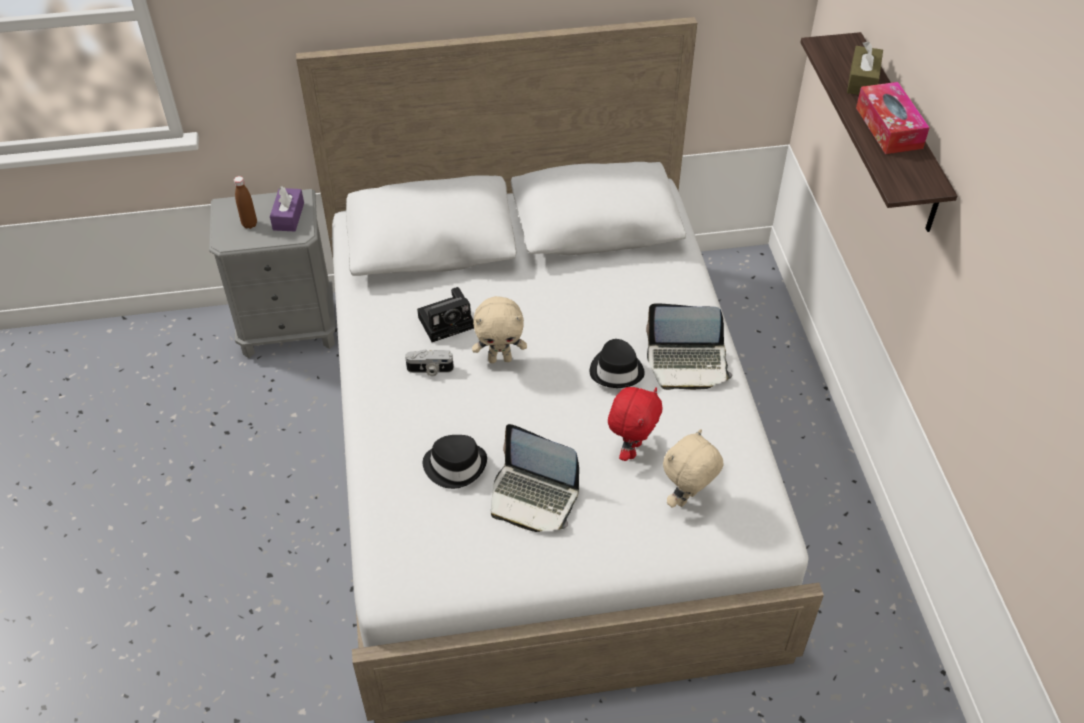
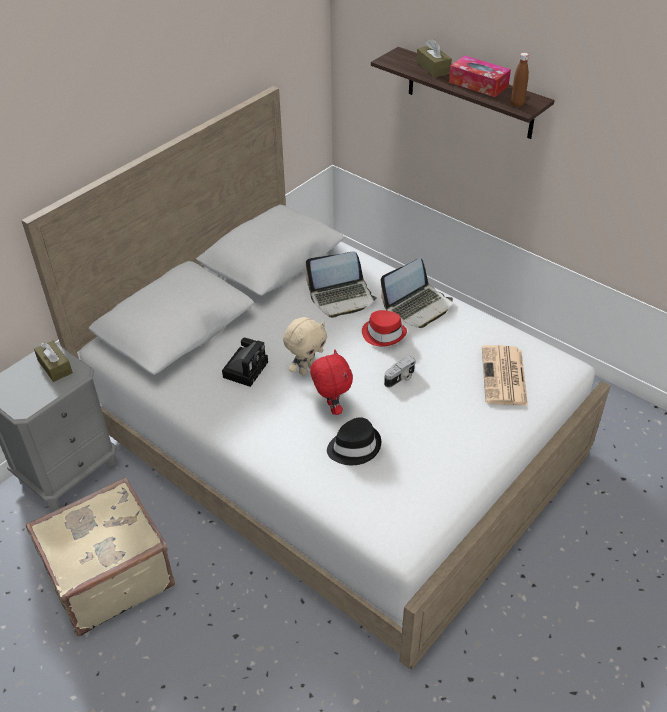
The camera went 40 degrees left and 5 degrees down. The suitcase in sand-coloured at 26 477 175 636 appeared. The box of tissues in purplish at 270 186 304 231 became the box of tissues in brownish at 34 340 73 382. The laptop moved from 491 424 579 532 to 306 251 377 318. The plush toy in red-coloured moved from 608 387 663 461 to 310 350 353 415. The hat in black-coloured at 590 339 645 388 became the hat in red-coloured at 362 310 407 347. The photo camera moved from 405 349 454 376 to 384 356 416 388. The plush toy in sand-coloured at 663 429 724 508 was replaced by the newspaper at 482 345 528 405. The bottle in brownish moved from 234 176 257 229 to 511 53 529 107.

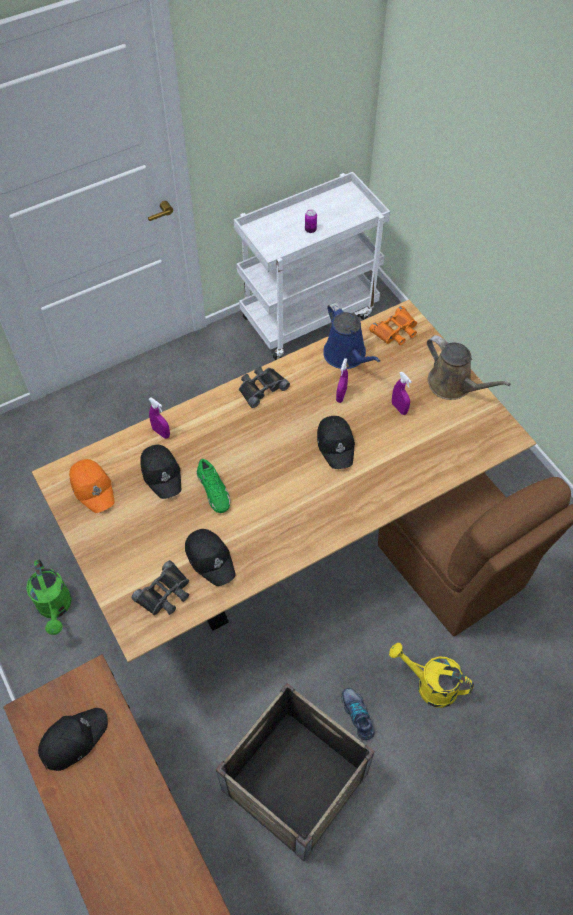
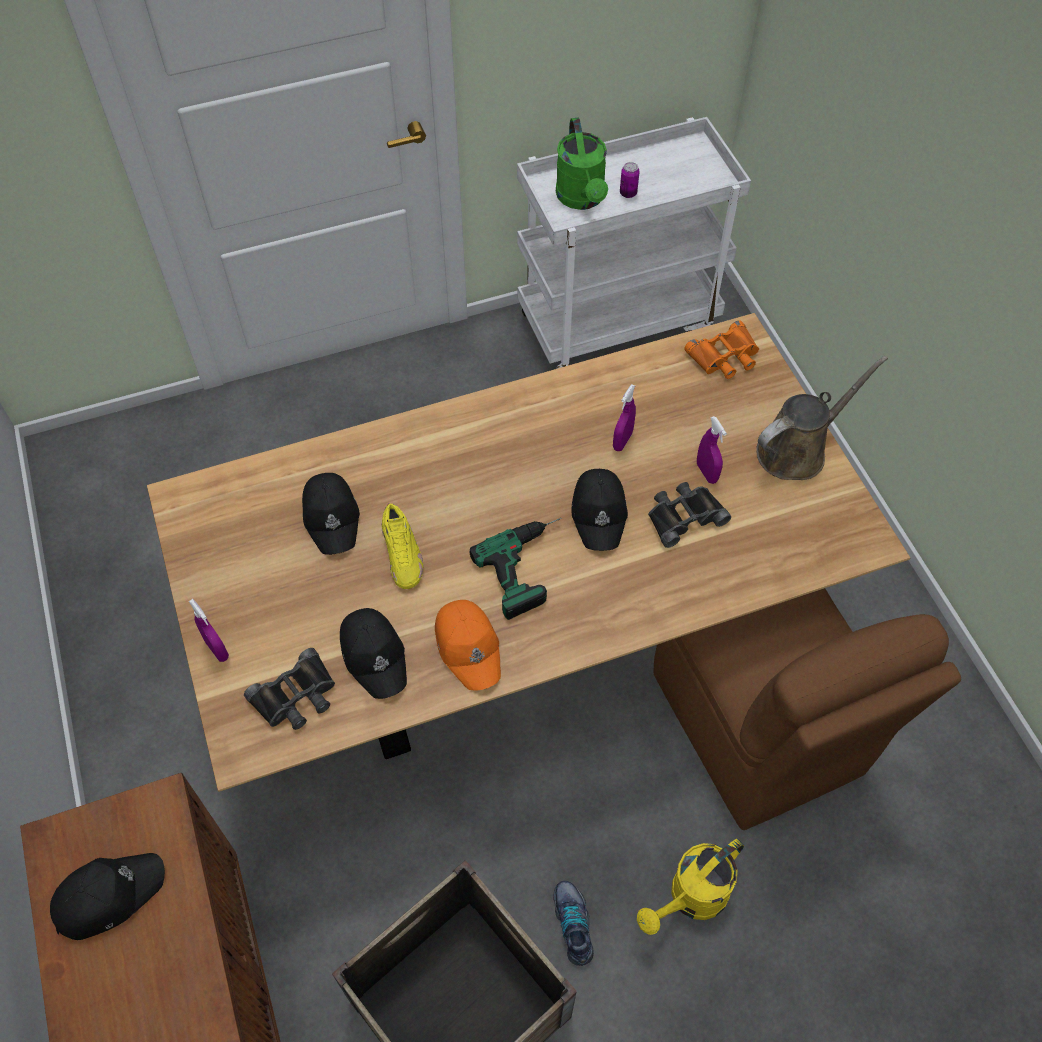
The camera went 10 degrees right and 0 degrees up. The hand sprayer in purplish moved from 149 397 170 439 to 189 599 229 662. The item of footwear in greenish at 196 459 230 513 became the item of footwear in yellowish at 381 503 423 589. The peaked cap in orange-coloured moved from 69 459 115 513 to 435 600 501 690. The drill at 470 518 561 620 appeared. The sprinkling can in greenish moved from 26 559 72 635 to 556 118 608 210. The sprinkling can in yellowish at 389 643 474 708 turned 75 degrees counterclockwise. The field glasses in black-coloured moved from 239 367 290 408 to 648 482 731 548. The sprinkling can in brownish at 427 335 511 400 turned 90 degrees counterclockwise. The sprinkling can in bluish at 323 303 381 369 disappeared.

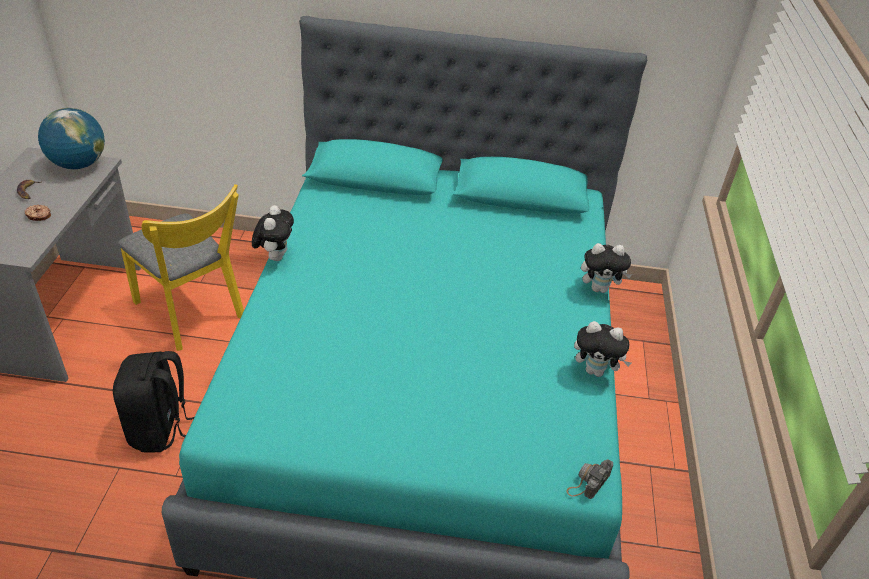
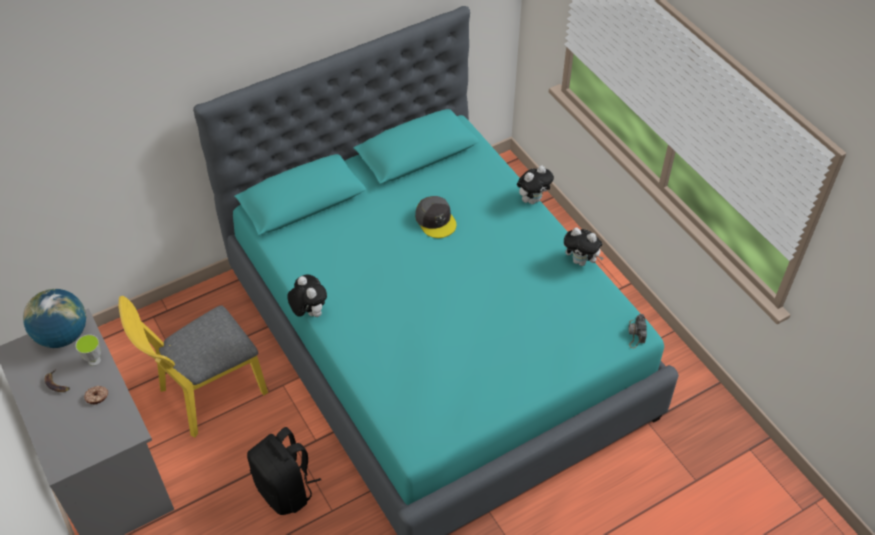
The camera went 35 degrees left and 10 degrees up. The drinking cup at 75 334 101 366 appeared. The plain chair in yellowish at 118 184 244 351 turned 135 degrees clockwise. The peaked cap in grey at 415 196 456 238 appeared. The plush toy at 574 321 632 377 turned 45 degrees clockwise.

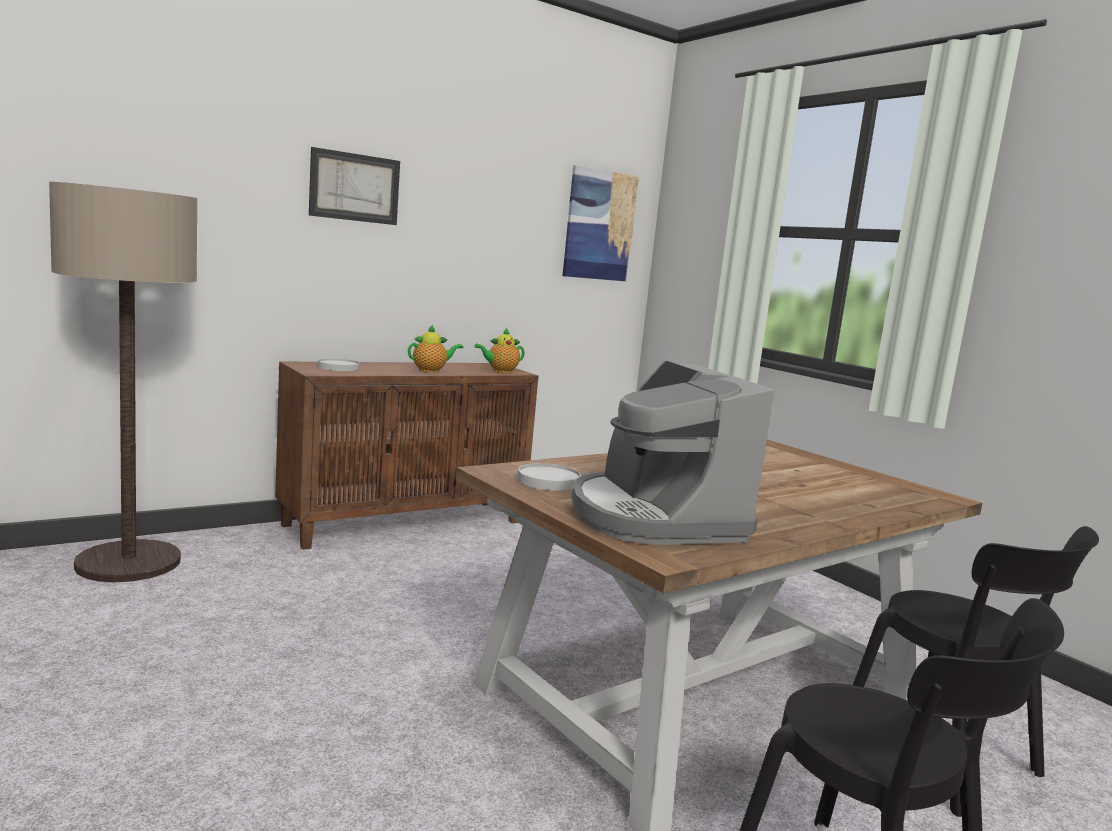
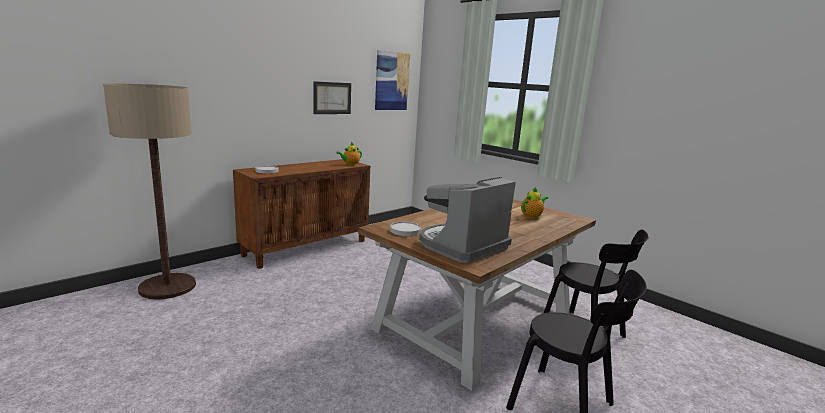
The camera went 10 degrees left and 5 degrees up. The wall picture moved from 309 147 400 225 to 314 81 351 114. The coffee maker at 572 361 774 545 turned 75 degrees clockwise. The tea pot moved from 408 324 463 373 to 521 187 548 219.

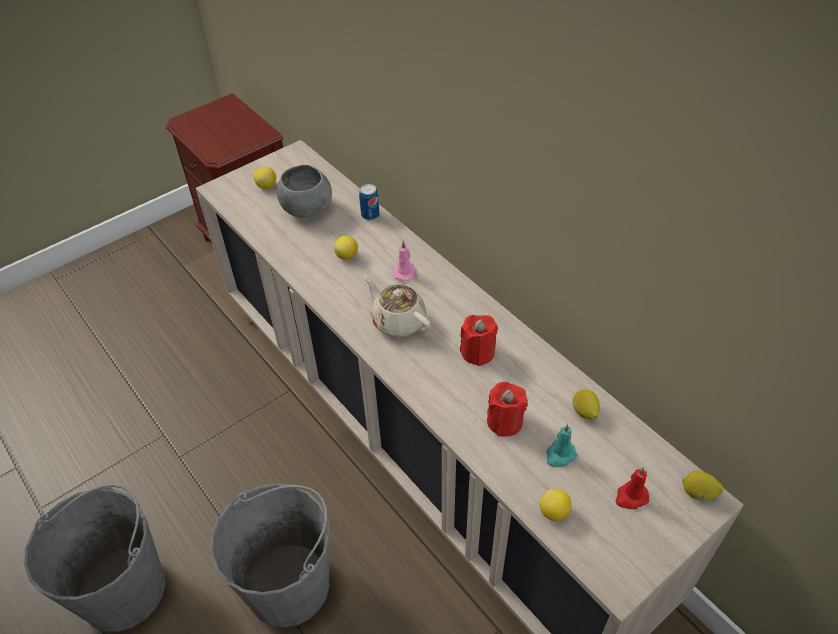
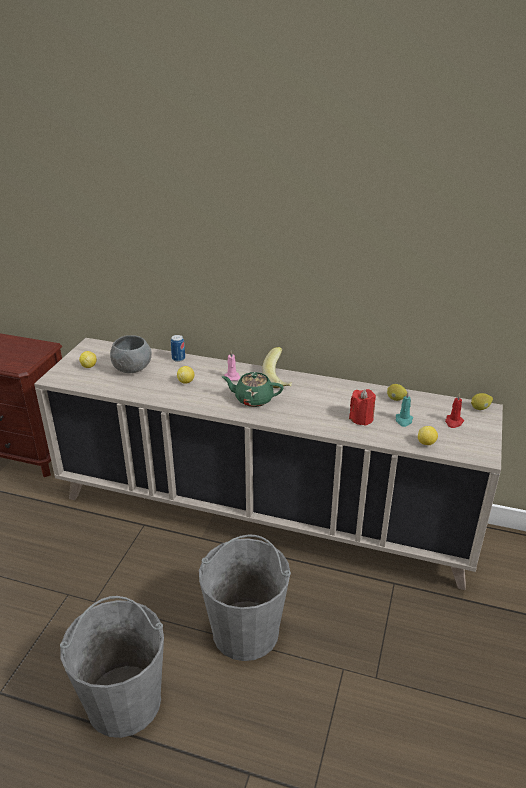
The camera went 35 degrees left and 15 degrees down. The tea pot in sand-coloured at 364 275 431 337 became the tea pot in greenish at 222 372 283 407. The banana fruit at 262 347 292 388 appeared. The wax candle in red-coloured at 460 315 498 366 disappeared.

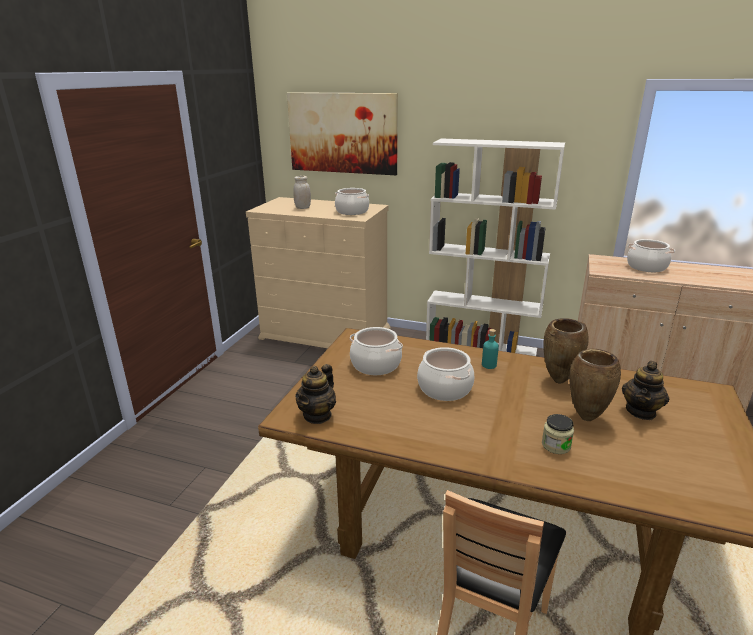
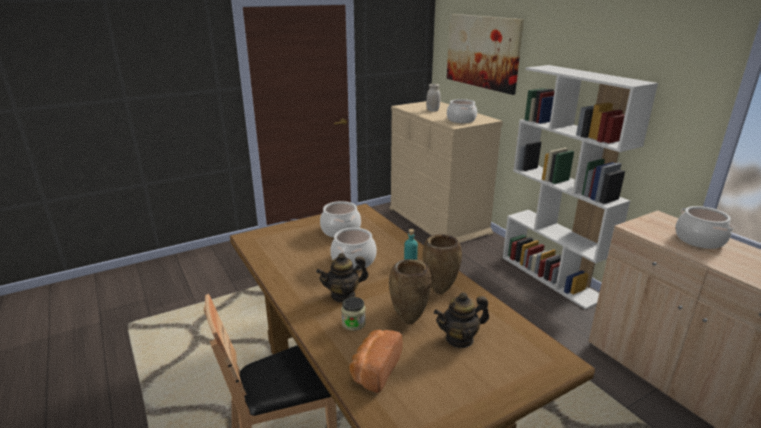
The camera went 40 degrees right and 0 degrees up. The tea pot moved from 295 364 336 424 to 316 253 368 302. The baked bread at 349 330 403 393 appeared.

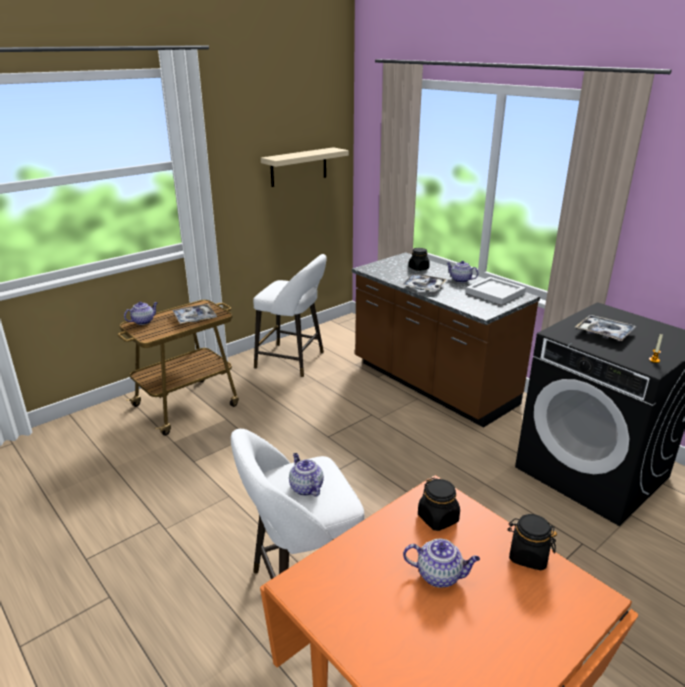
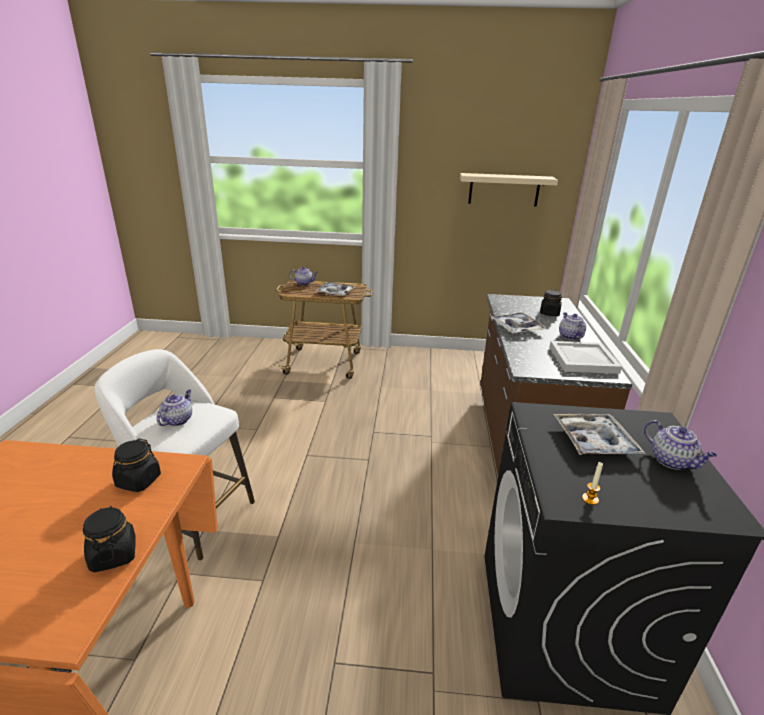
The camera went 45 degrees right and 0 degrees up. The tea pot moved from 403 539 480 588 to 644 420 717 470. The stool seat in whitish at 253 254 326 377 disappeared.

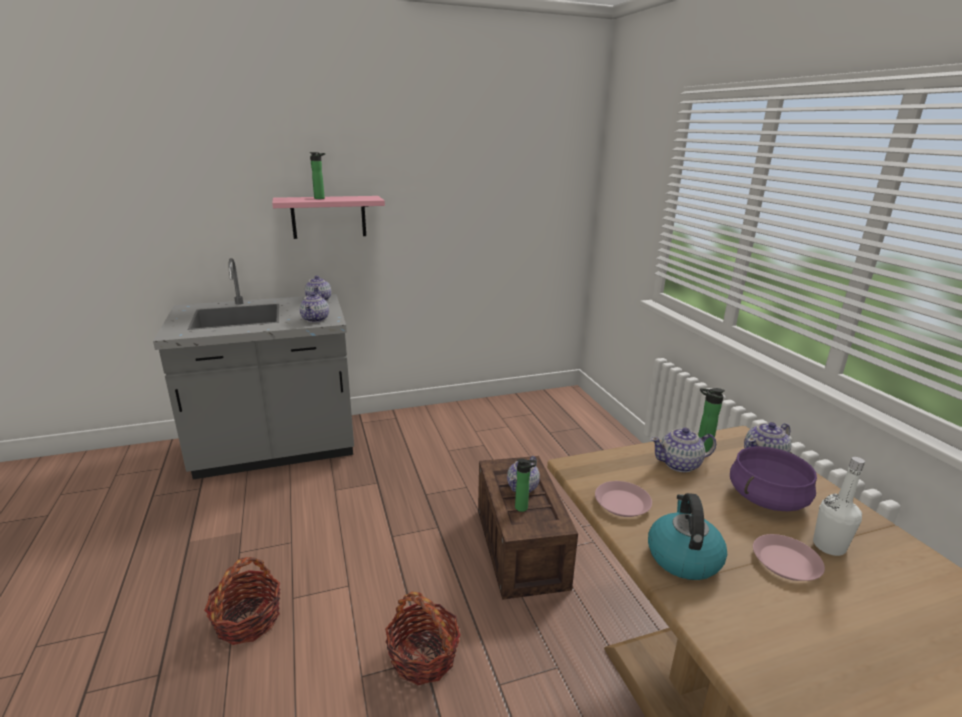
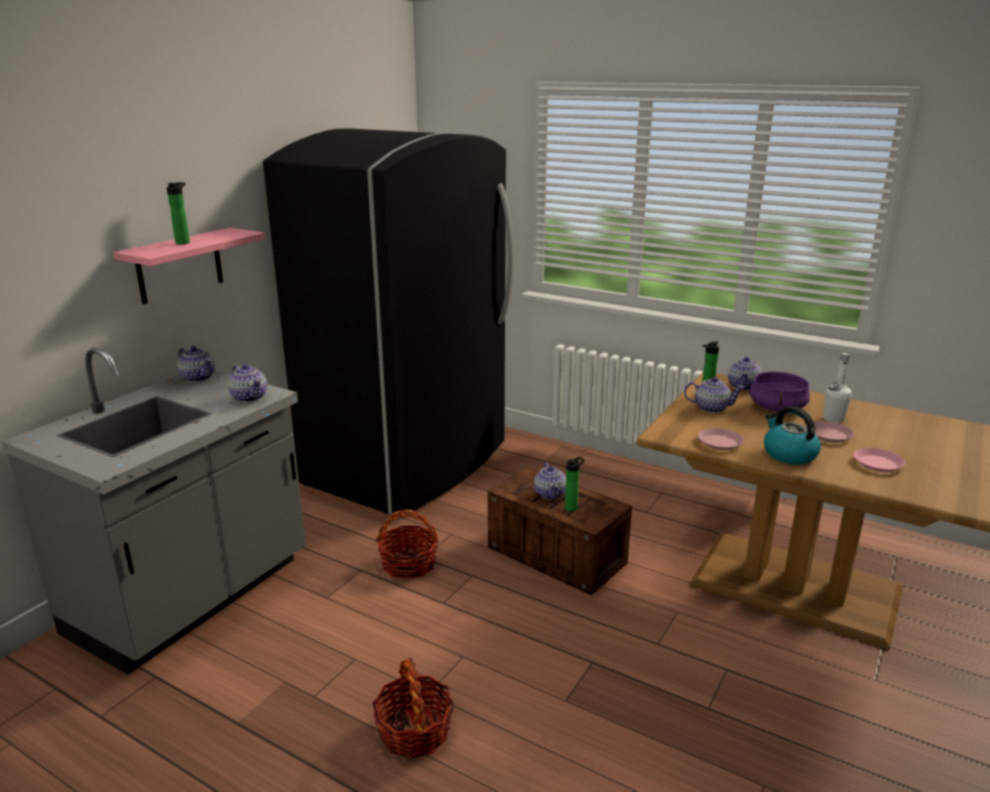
The camera went 40 degrees left and 0 degrees up. The refrigerator in black-coloured at 263 128 514 515 appeared. The household basket moved from 385 592 461 685 to 376 510 439 580. The tea pot at 650 428 716 472 turned 120 degrees counterclockwise. The plate in pink at 853 448 905 472 appeared.

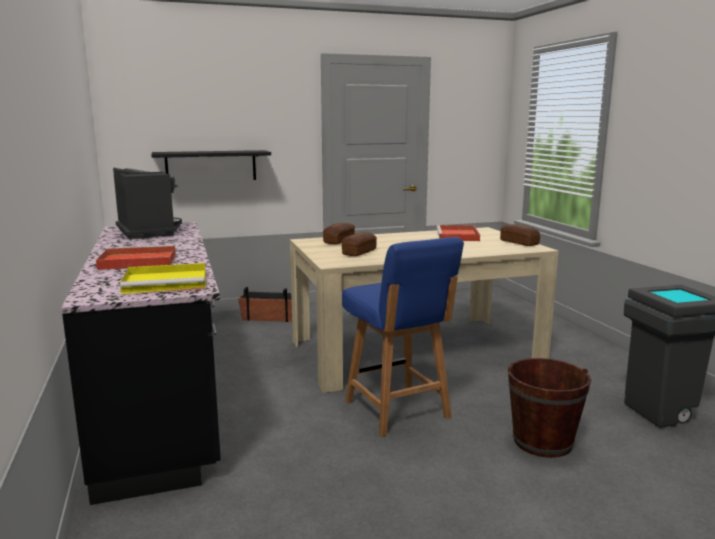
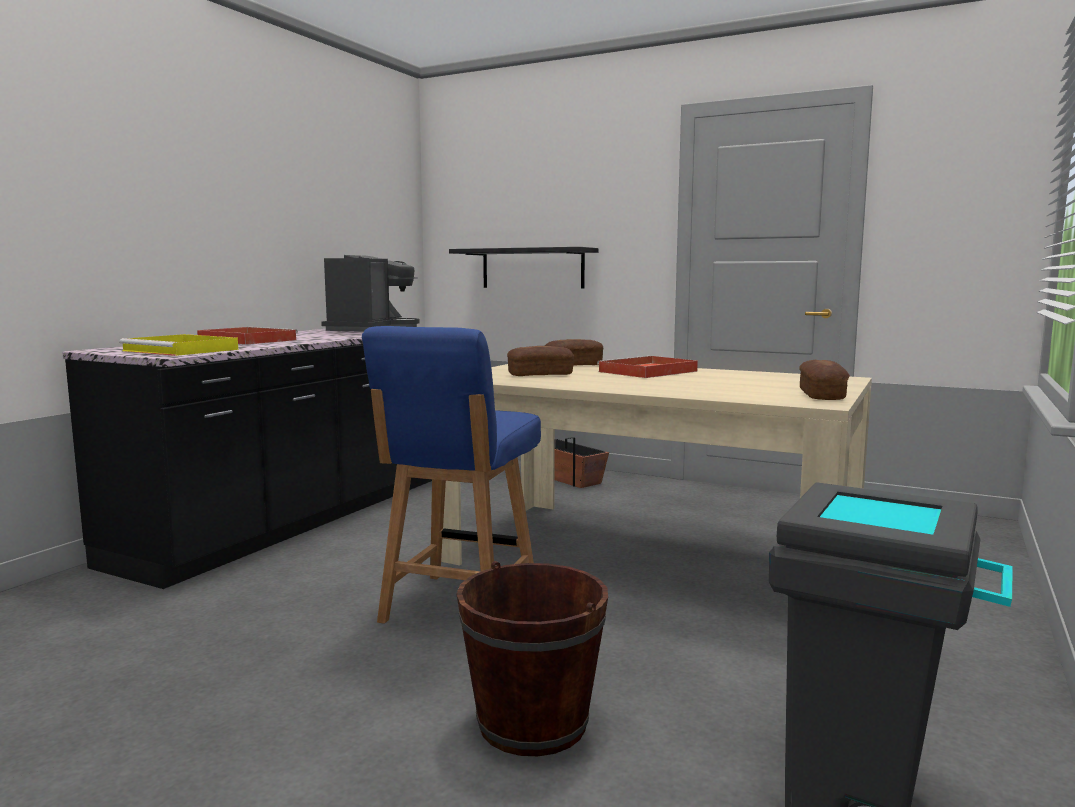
The camera went 45 degrees right and 5 degrees down. The tray in red-coloured moved from 437 225 480 241 to 597 356 698 378.

